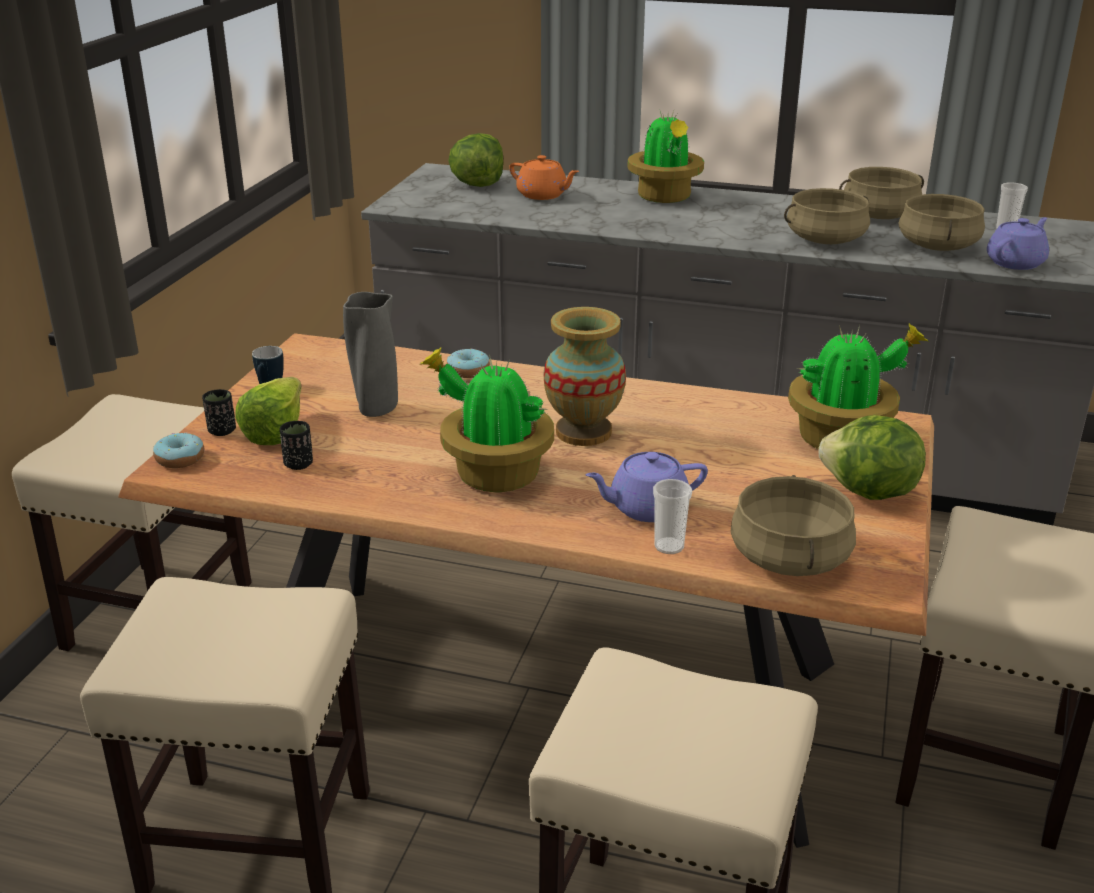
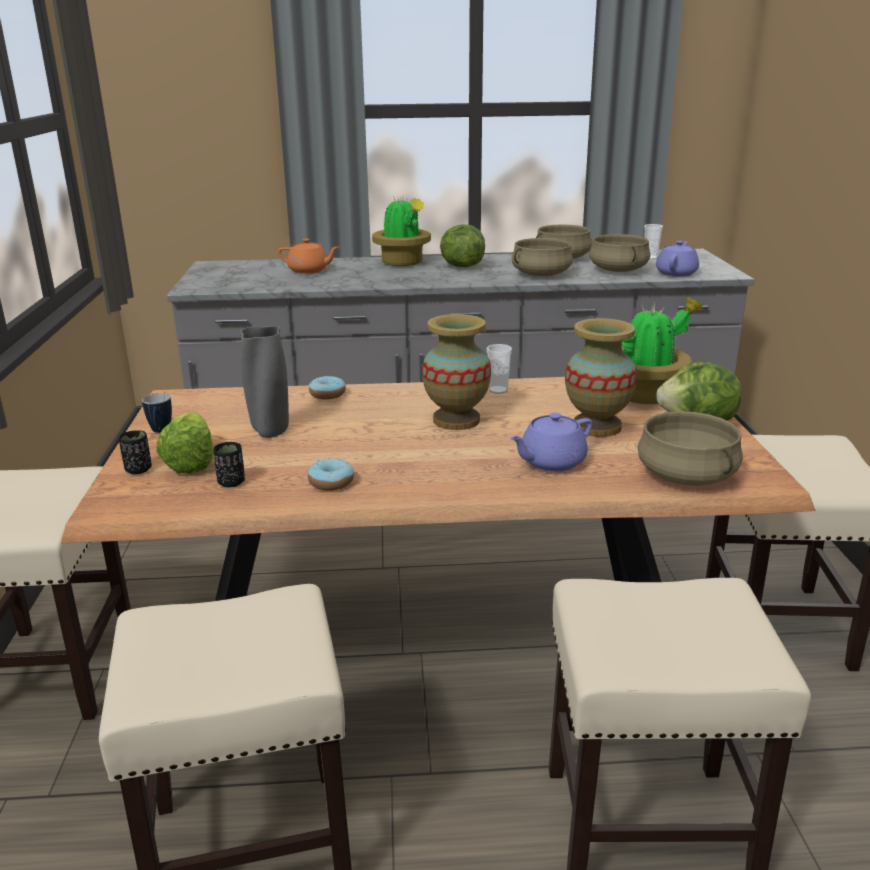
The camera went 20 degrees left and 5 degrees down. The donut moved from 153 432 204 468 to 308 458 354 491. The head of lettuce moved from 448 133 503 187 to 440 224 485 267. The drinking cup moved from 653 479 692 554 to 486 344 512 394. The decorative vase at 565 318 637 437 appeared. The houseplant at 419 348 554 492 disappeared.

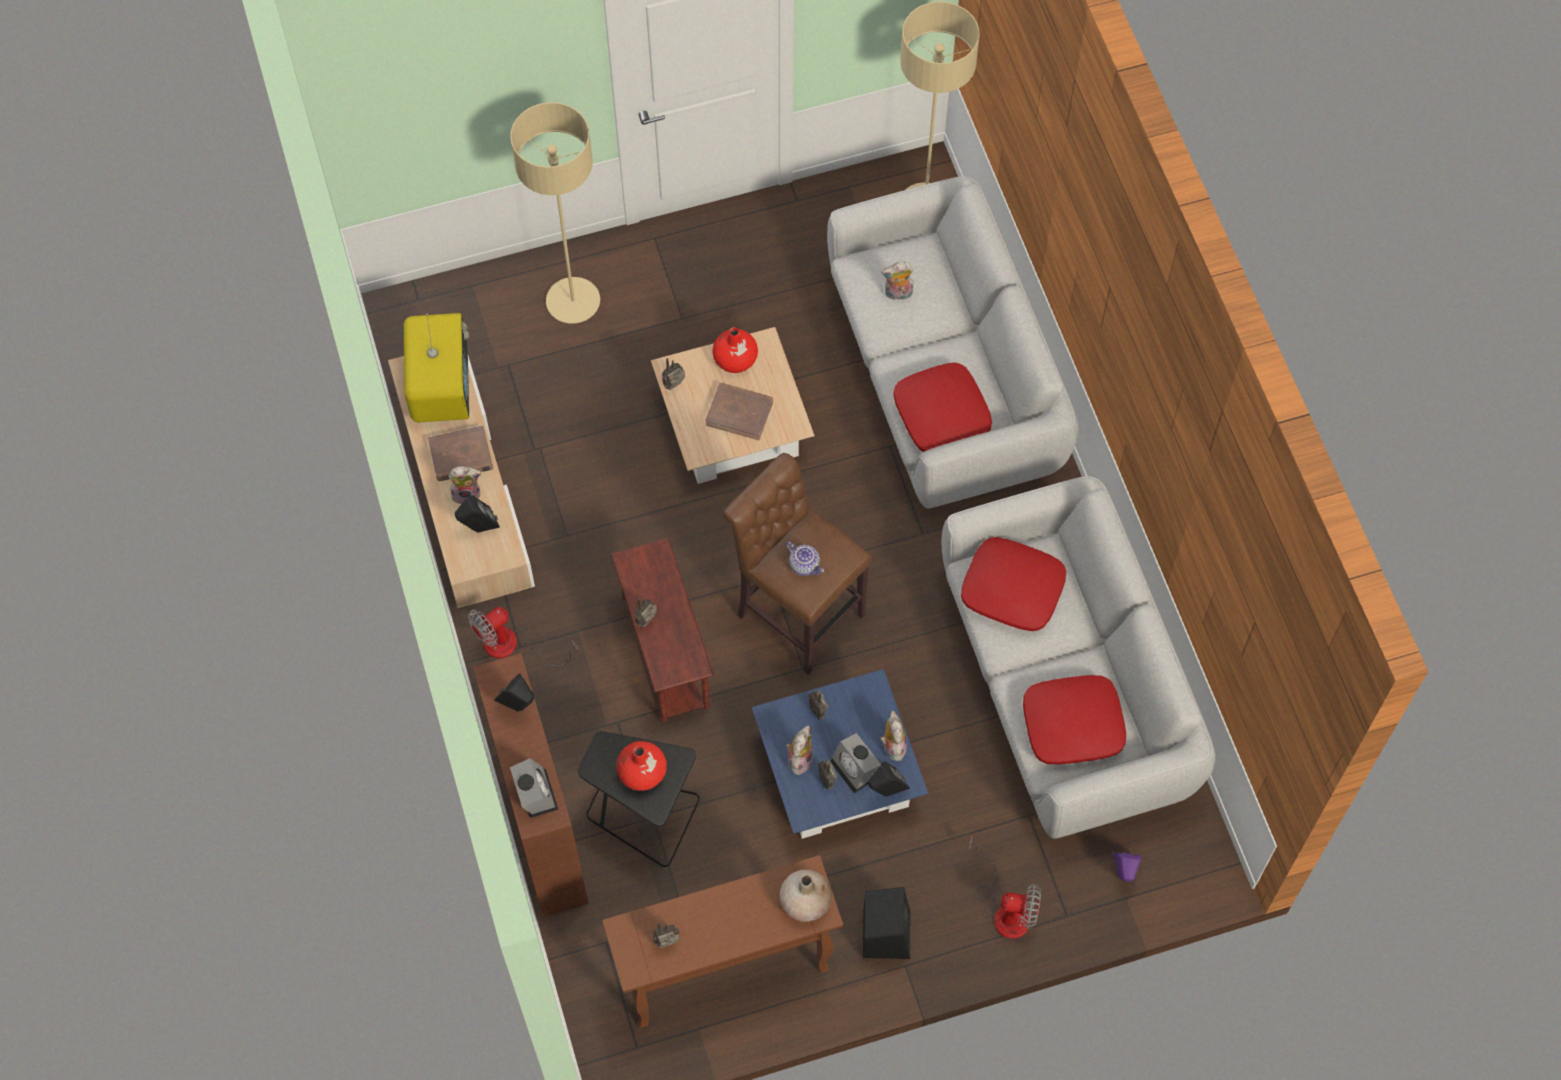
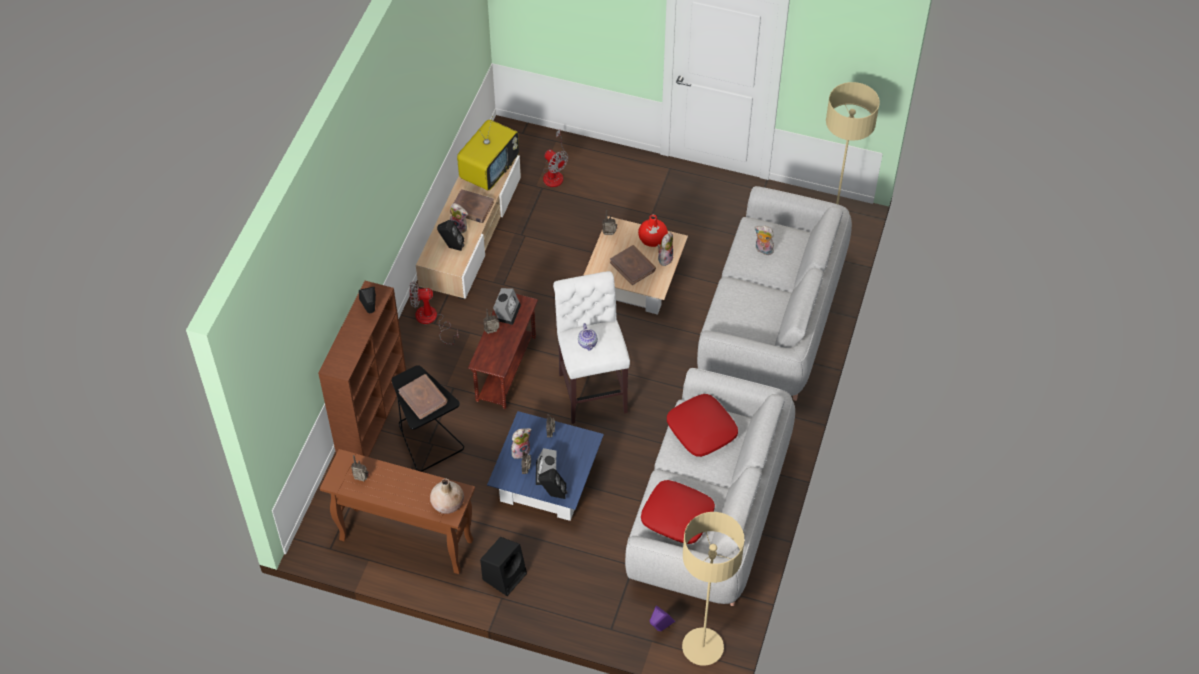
The camera went 35 degrees right and 10 degrees down. The decorative vase in red-coloured at 616 741 667 791 was replaced by the bound book in brownish at 398 374 447 420. The table clock moved from 510 758 558 818 to 493 288 521 325. The cooling fan moved from 969 837 1041 939 to 543 130 568 187. The stool seat in brownish at 723 453 872 675 became the stool seat in whitish at 553 271 630 424. The plush toy moved from 880 710 907 761 to 658 232 673 266. The standing lamp in sand-coloured moved from 510 102 600 324 to 682 512 744 666. The cushion in red-coloured at 893 362 992 452 disappeared.

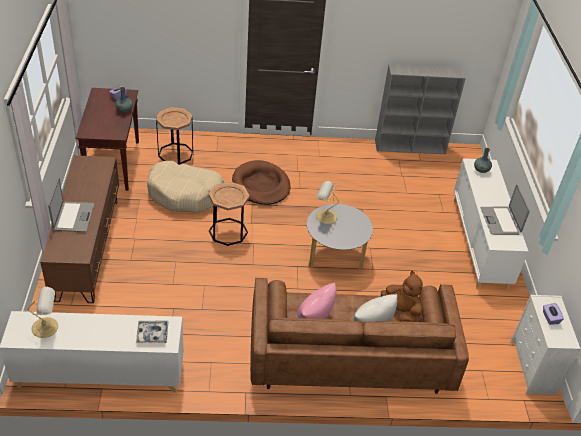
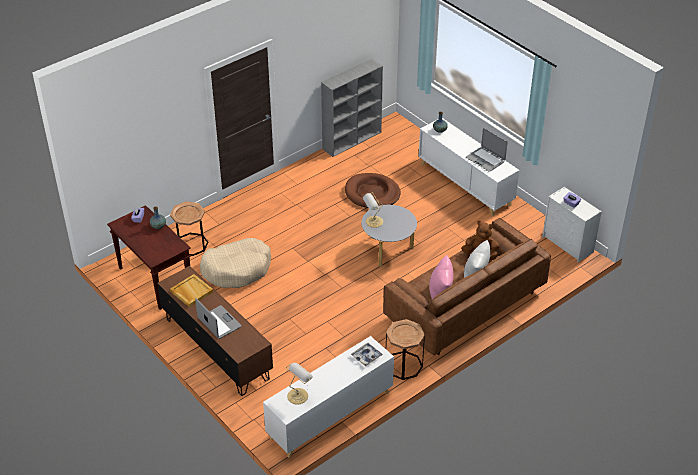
The camera went 35 degrees left and 0 degrees up. The tray in sand-coloured at 170 274 213 307 appeared. The dog cushion in brownish moved from 232 160 291 205 to 345 173 401 208. The end table in brownish moved from 209 182 250 246 to 386 319 425 380.

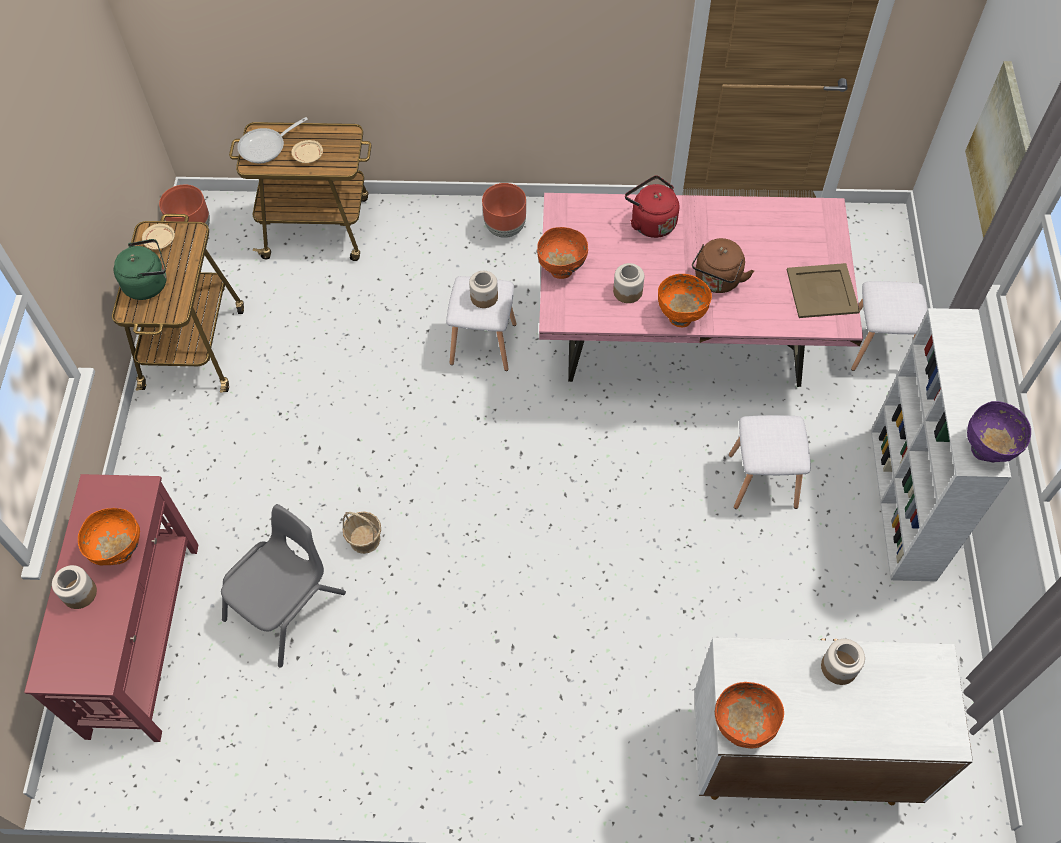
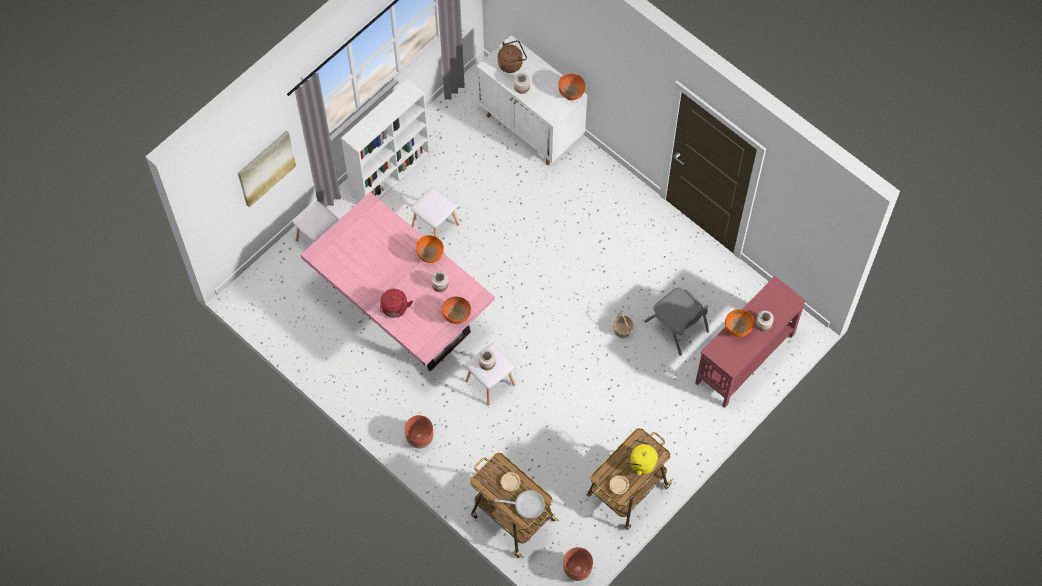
The camera went 140 degrees left and 5 degrees up. The water kettle in brownish moved from 692 238 754 293 to 498 40 527 73. The water kettle in greenish at 114 239 167 300 became the water kettle in yellowish at 626 440 658 476. The plain chair in grey at 221 504 346 668 turned 120 degrees counterclockwise. The tray in sand-coloured at 787 263 860 318 disappeared. The serving bowl in purplish at 967 401 1031 462 disappeared.

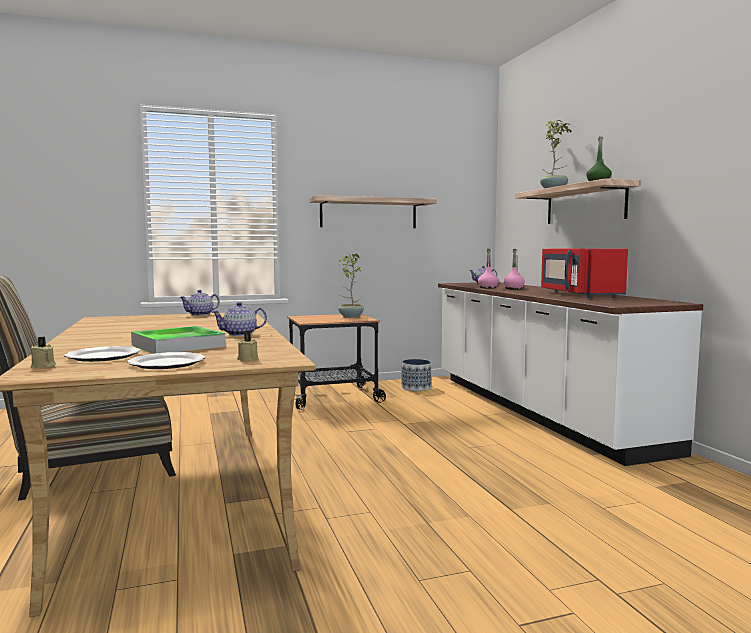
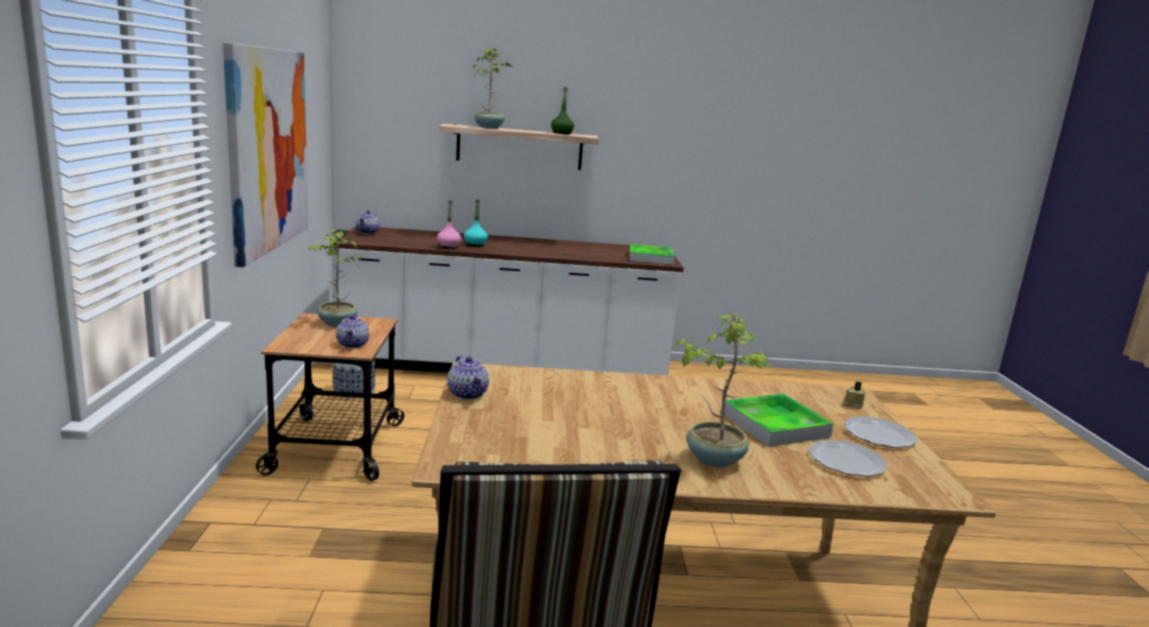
The camera went 75 degrees left and 10 degrees up. The bracket shelf at 309 195 437 228 was replaced by the wall picture at 223 42 308 267. The tea pot moved from 211 302 267 336 to 336 315 369 348. The bottle in pink at 503 249 525 290 became the bottle in turquoise at 464 199 488 246. The tray at 629 244 675 265 appeared. The houseplant at 676 313 771 468 appeared. The wax candle in sand-coloured at 31 337 56 368 disappeared. The kitchen microwave in red-coloured at 541 249 628 298 disappeared.

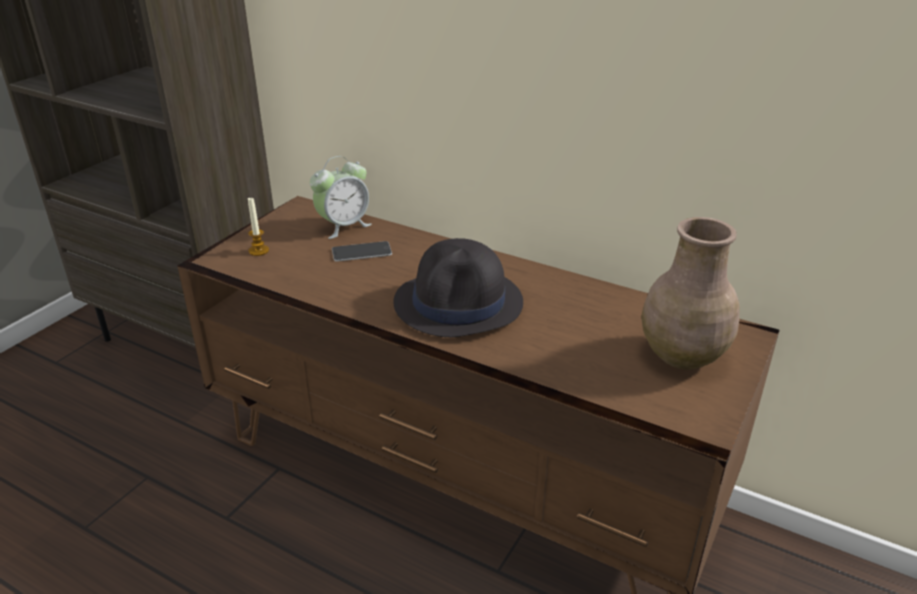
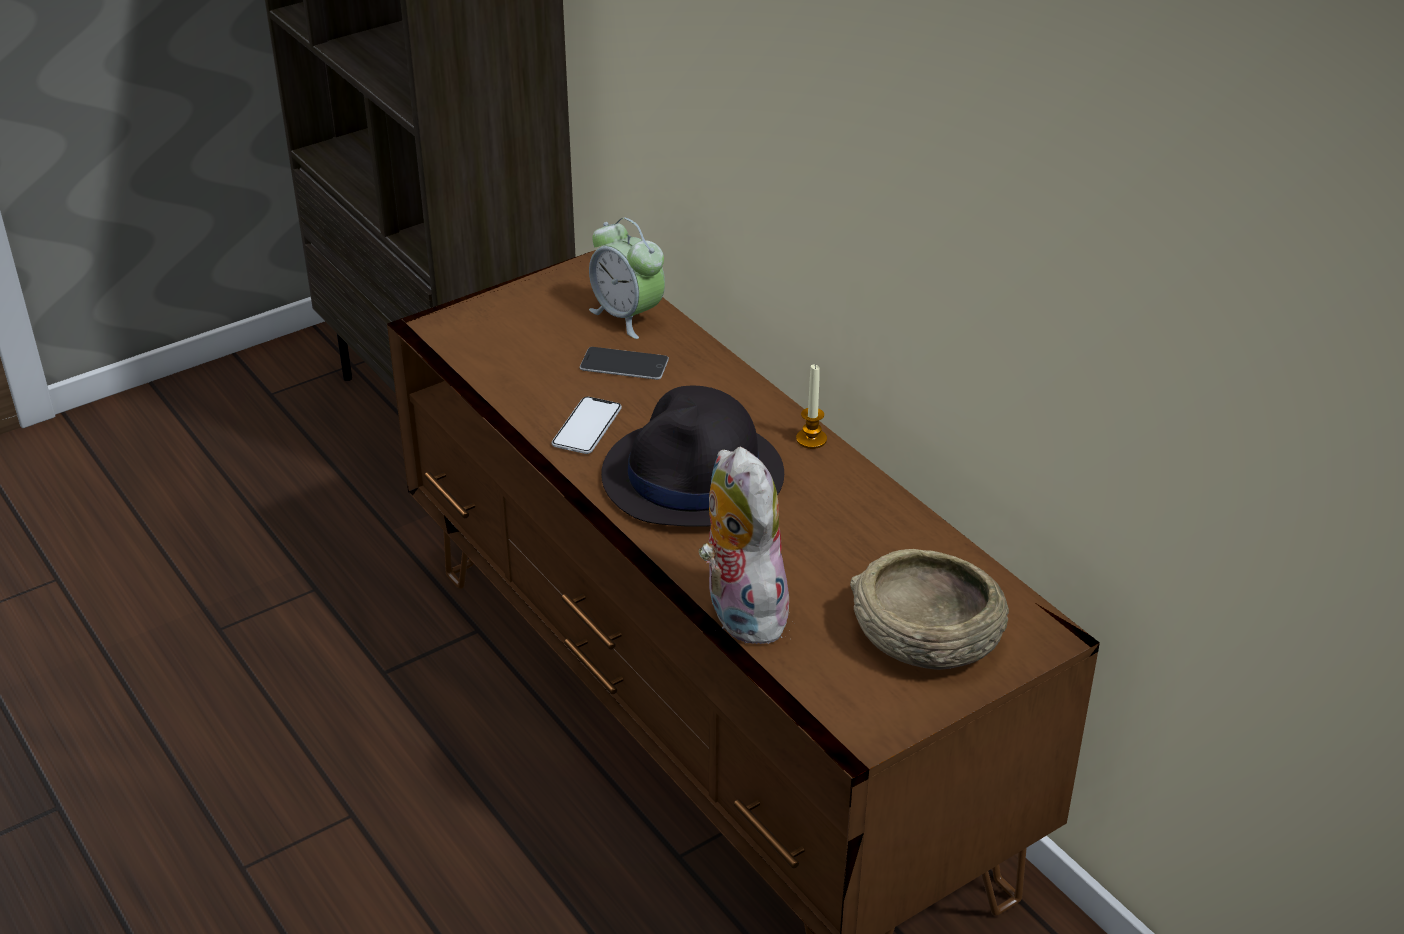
The camera went 25 degrees right and 5 degrees up. The handset at 552 397 622 454 appeared. The table clock at 310 156 372 239 turned 60 degrees clockwise. The plush toy at 699 447 791 644 appeared. The wax candle moved from 248 197 269 256 to 796 364 827 449. The decorative vase in brownish at 641 217 740 370 was replaced by the serving bowl in sand-coloured at 850 549 1009 670.

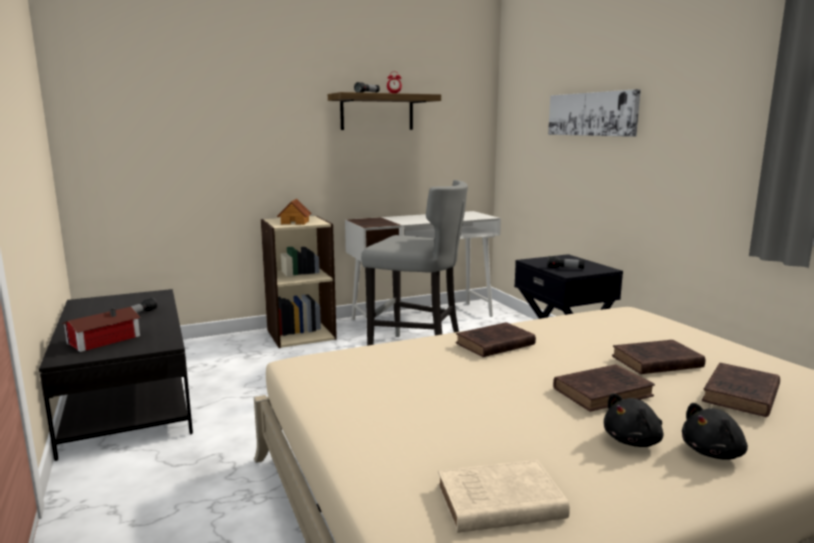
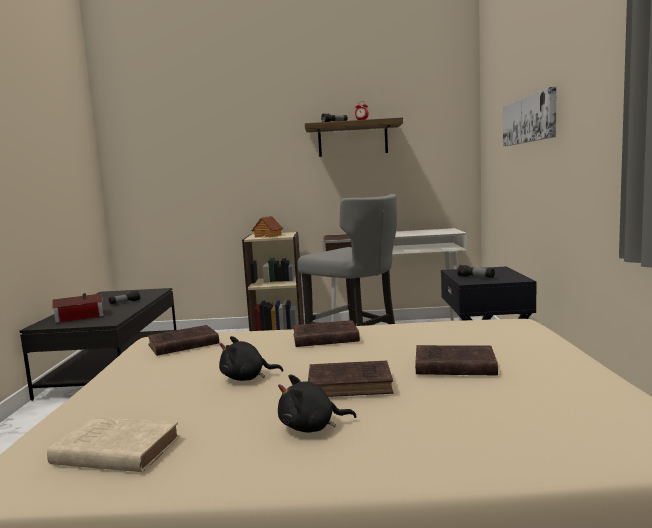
The camera went 25 degrees right and 5 degrees down. The bound book in brownish moved from 702 363 780 417 to 148 325 219 356. The plush toy in black-coloured moved from 682 403 748 460 to 219 336 283 381.

